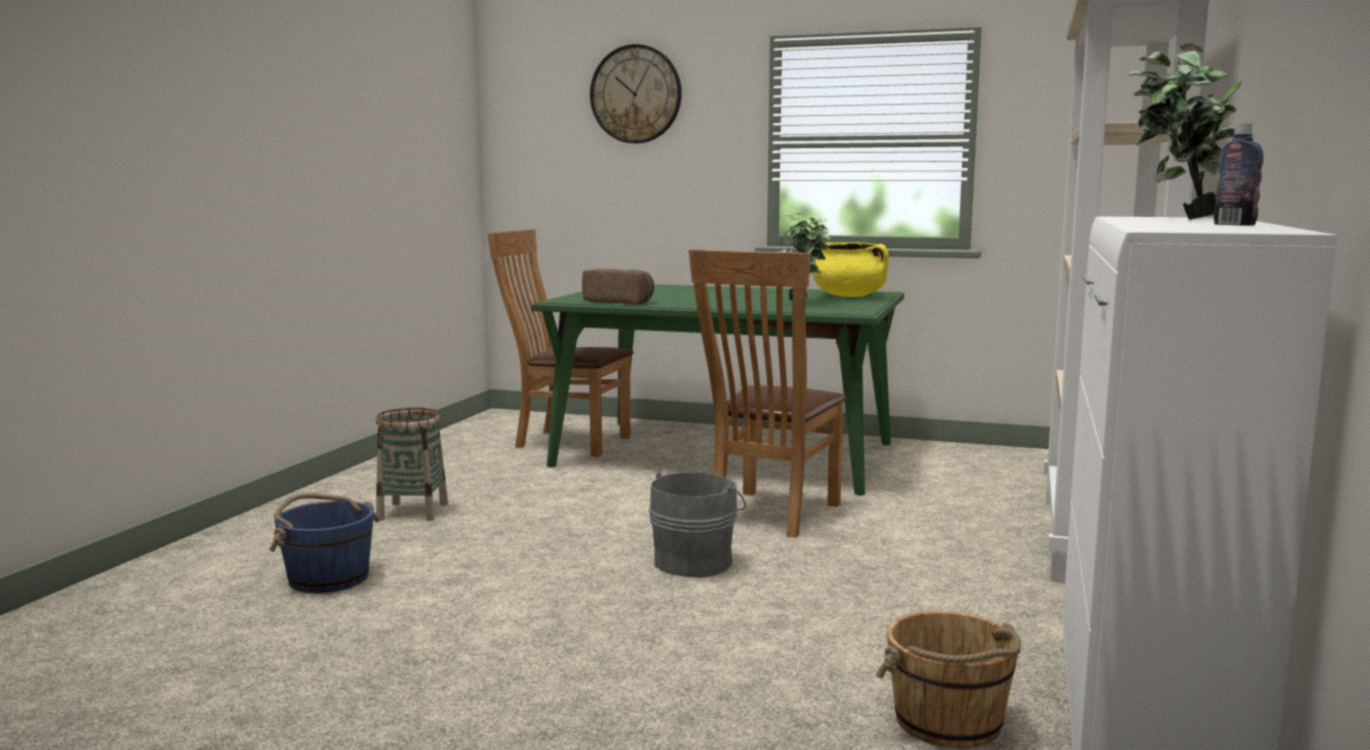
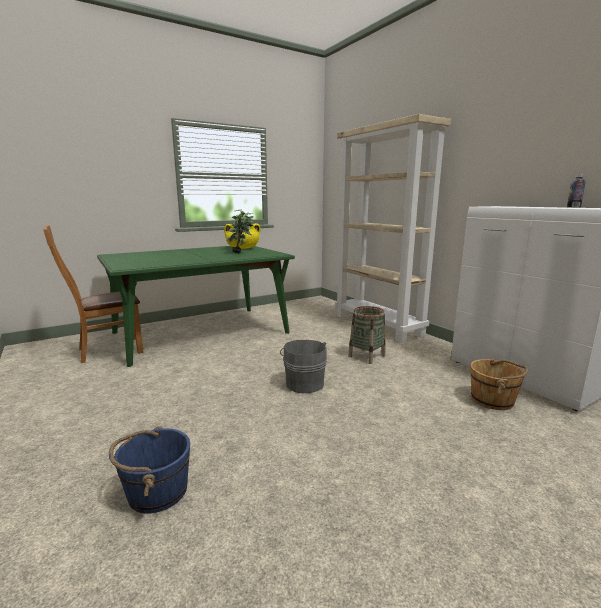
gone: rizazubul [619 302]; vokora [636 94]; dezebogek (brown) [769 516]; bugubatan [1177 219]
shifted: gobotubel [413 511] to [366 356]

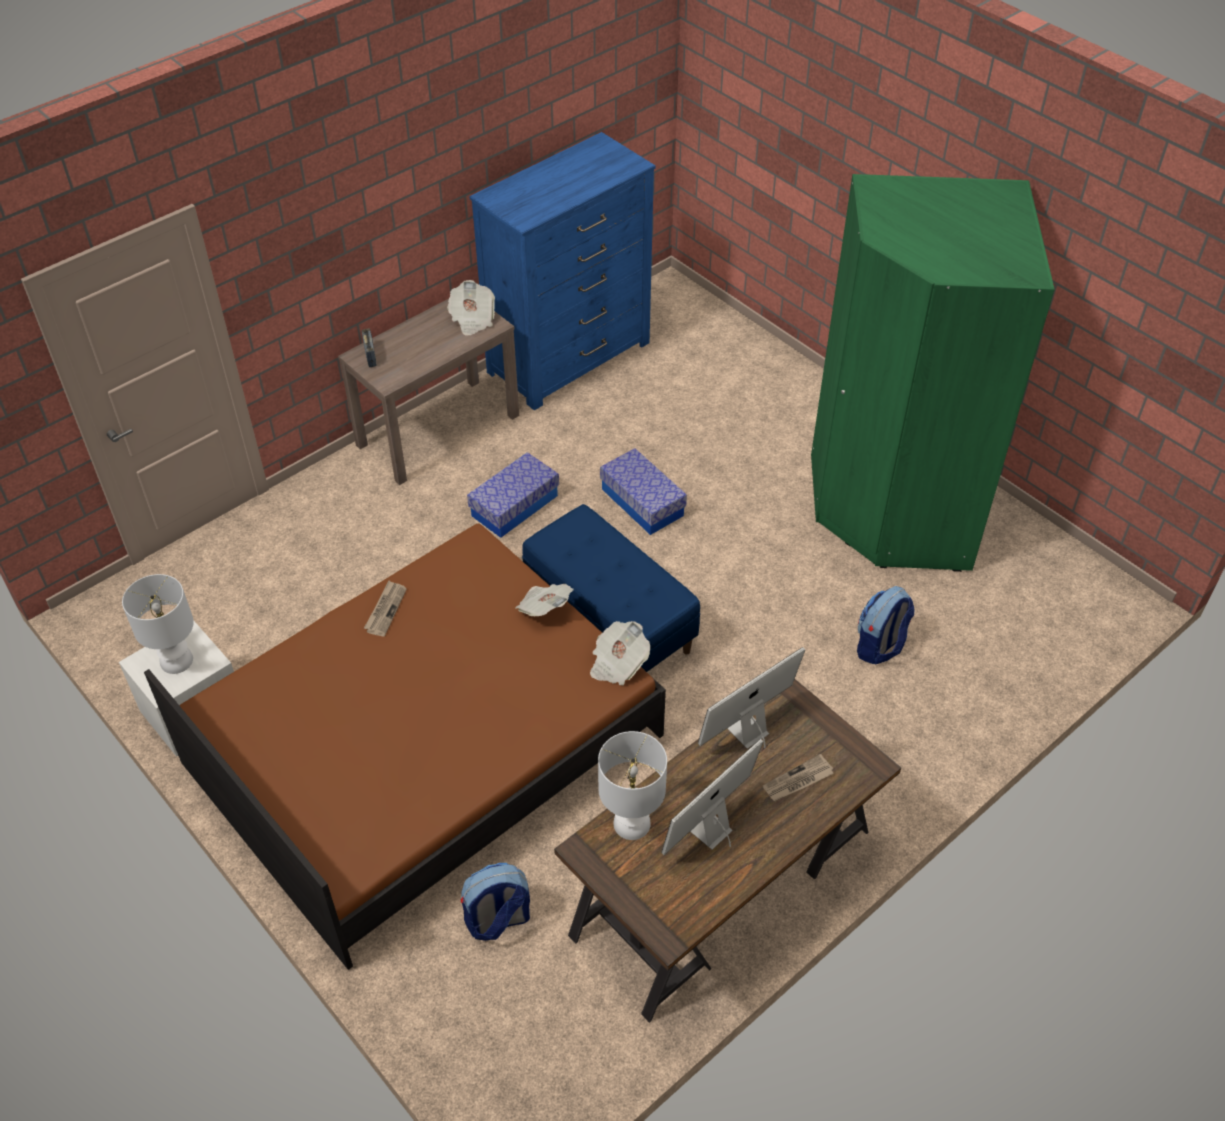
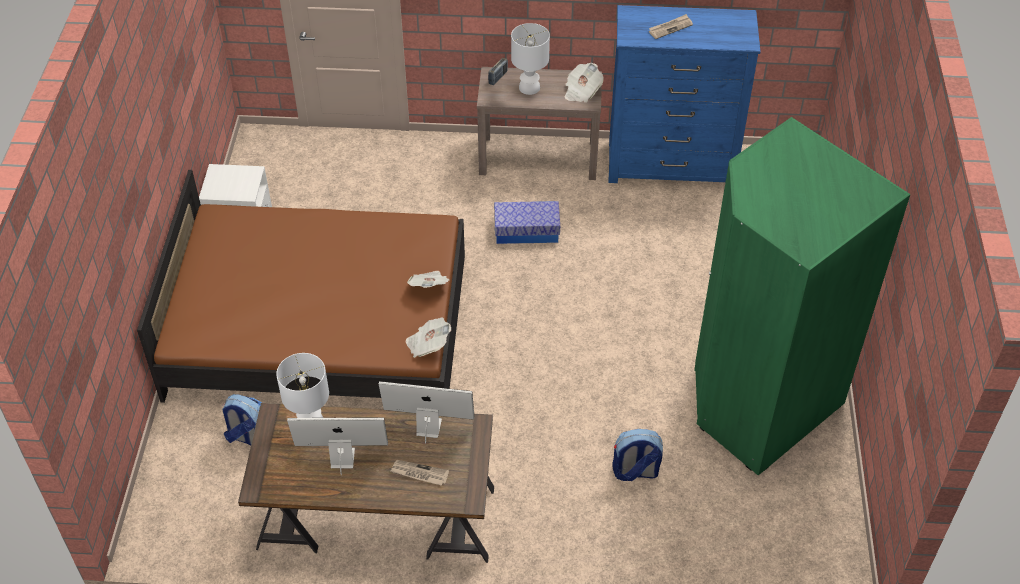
gone: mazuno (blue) [608 622]; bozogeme [642 502]
shifted: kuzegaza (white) [177 661] to [530 88]; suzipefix [385 609] to [670 28]

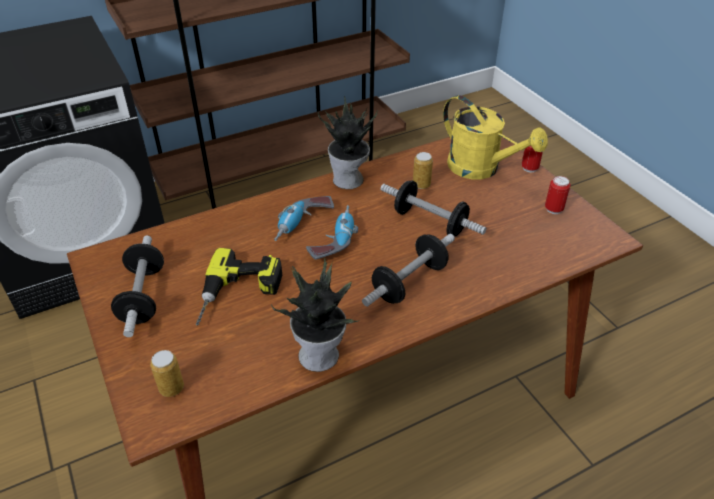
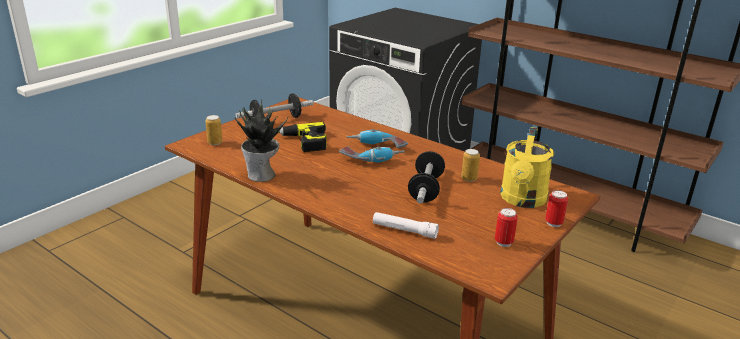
gone: bugubatan [349 180]; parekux [409 282]
new: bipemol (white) [404 230]

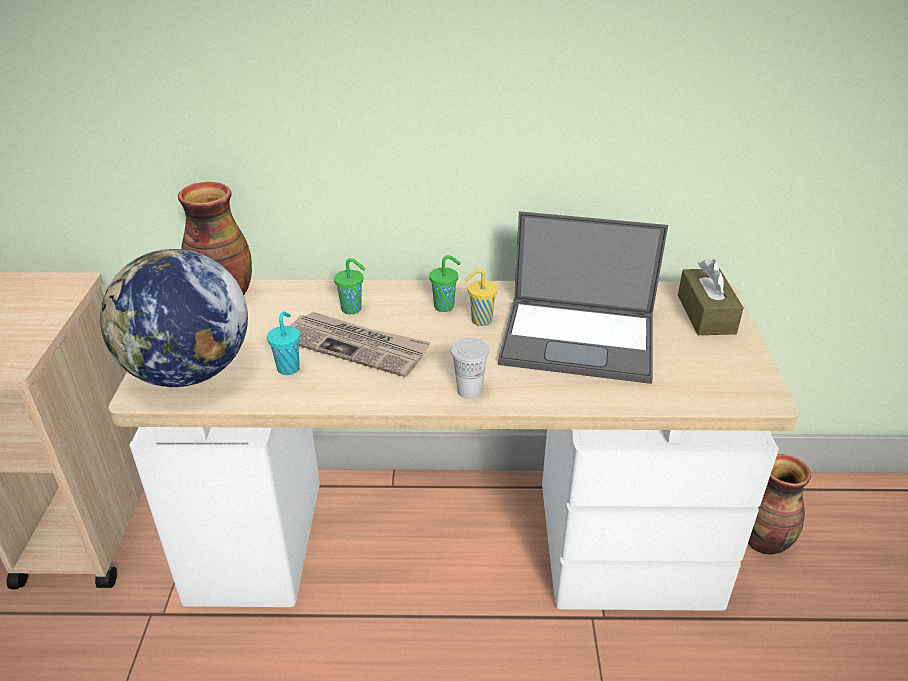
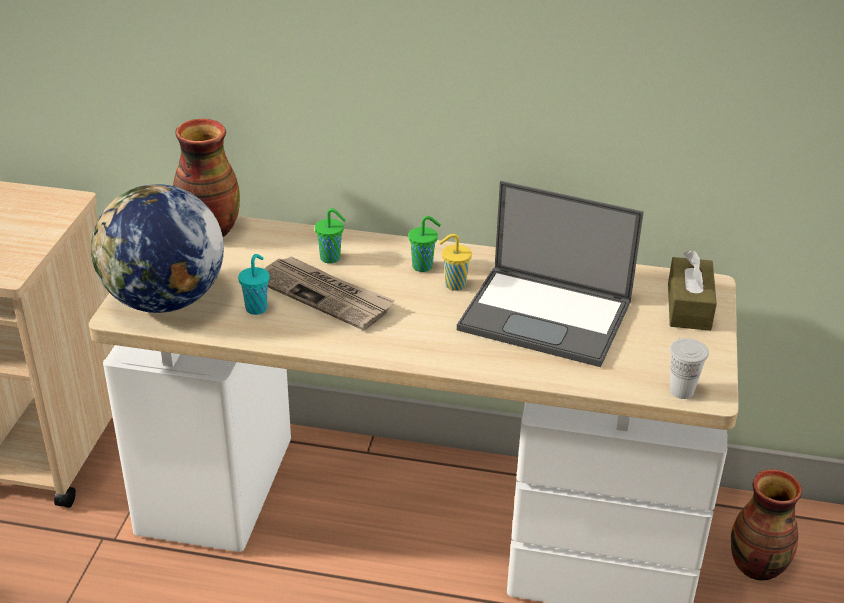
shifted: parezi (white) [469 391] to [681 391]

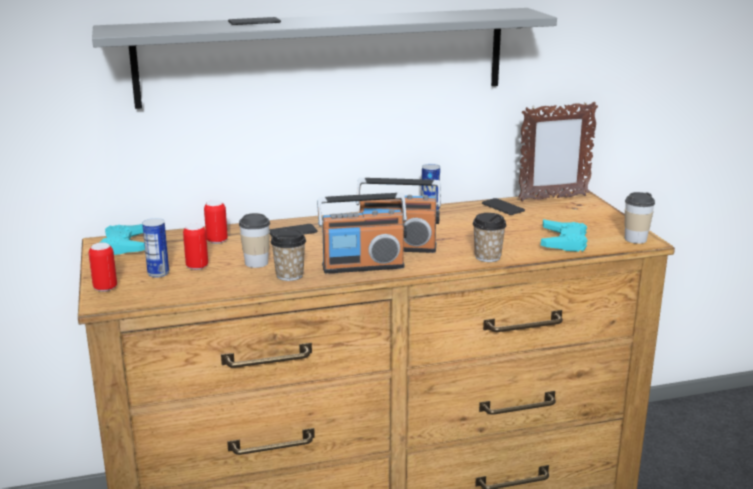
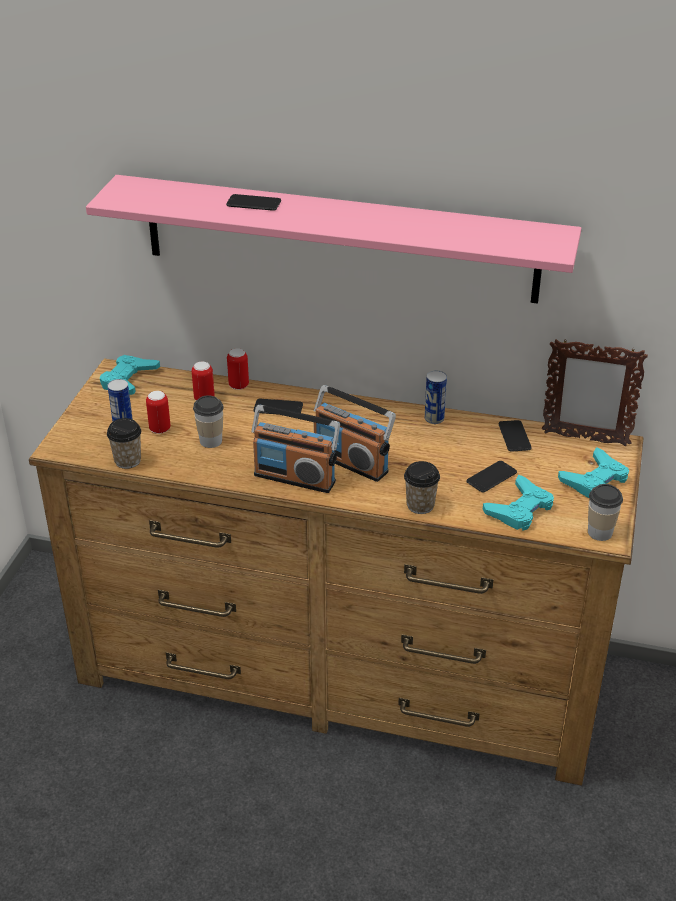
new: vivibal [491 477]; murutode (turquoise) [595 480]
shifted: parezi [289 275] to [127 461]; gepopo [105 288] to [238 385]
repainted: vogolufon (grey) [324 56] to vogolufon (pink) [339 239]

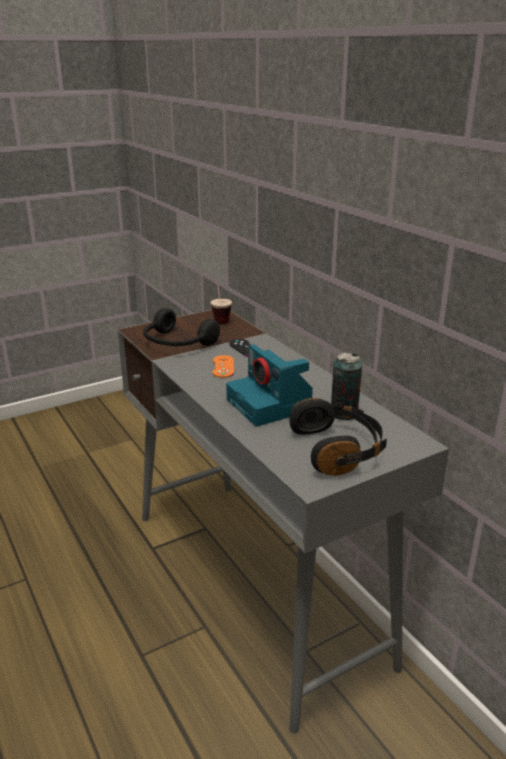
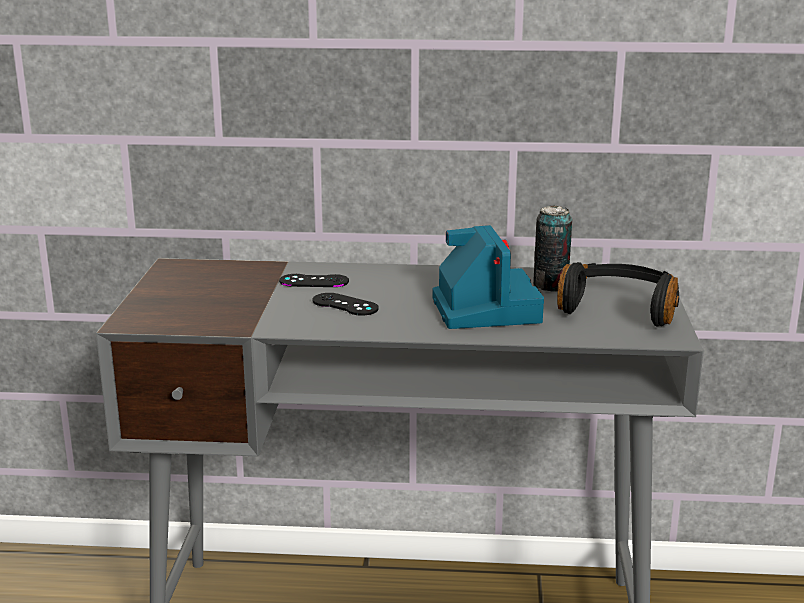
gone: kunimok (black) [176 343]; parezi [220 318]
repainted: murutode (orange) [223 366] to murutode (black) [345 305]
rotated: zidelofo [272 405] = [484 309] 105 degrees counterclockwise

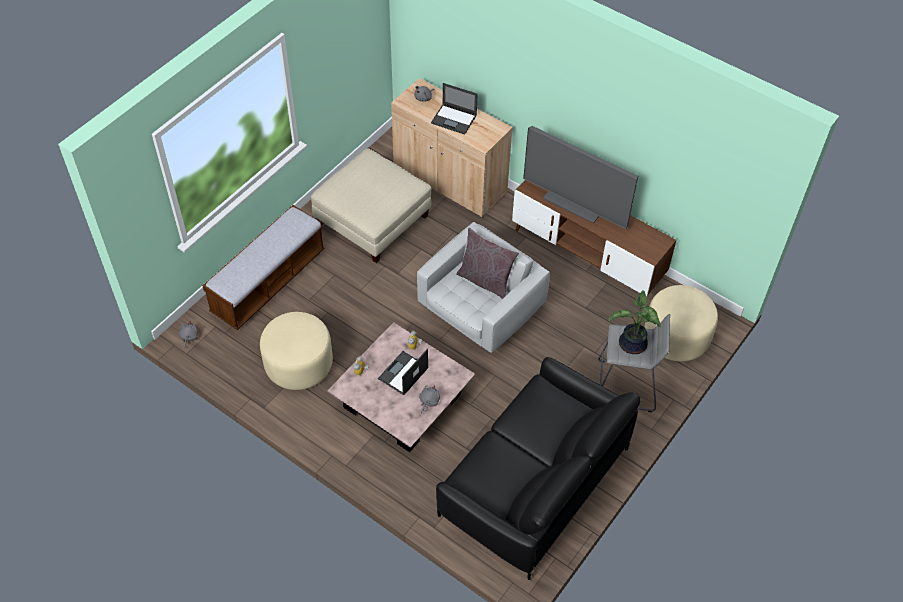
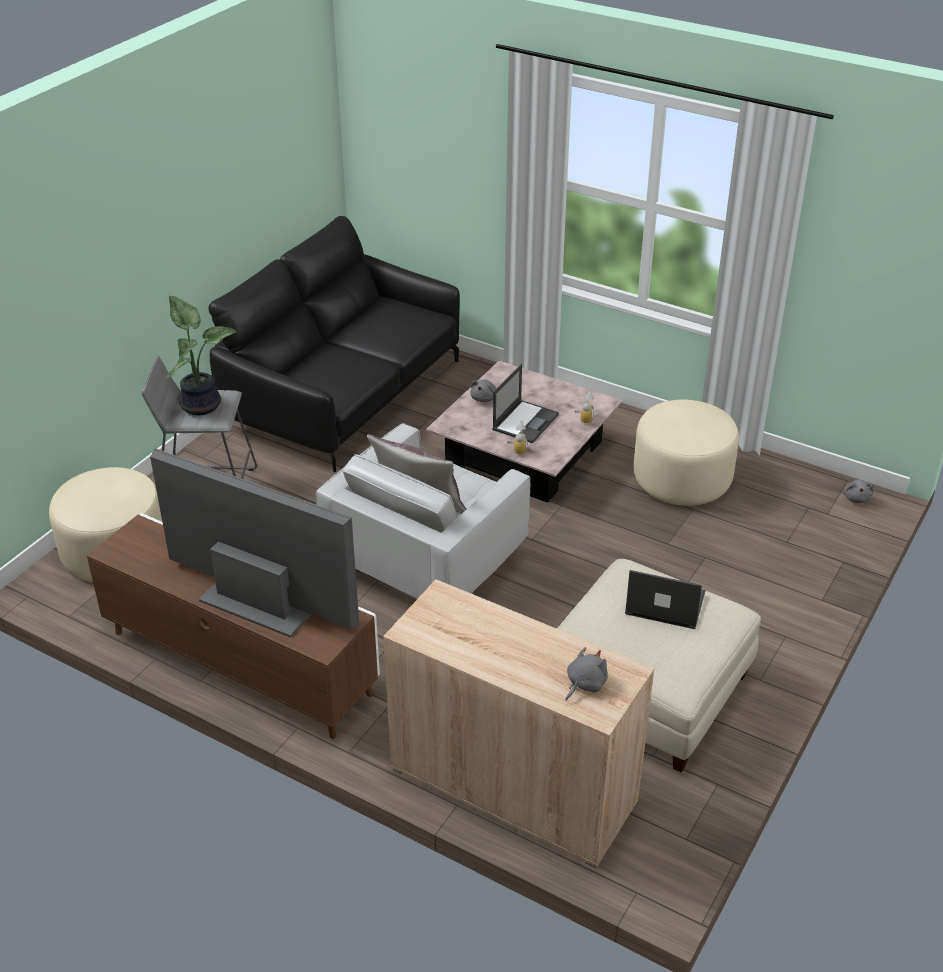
gone: mazuno [269 282]
shifted: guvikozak [454 119] to [664 603]

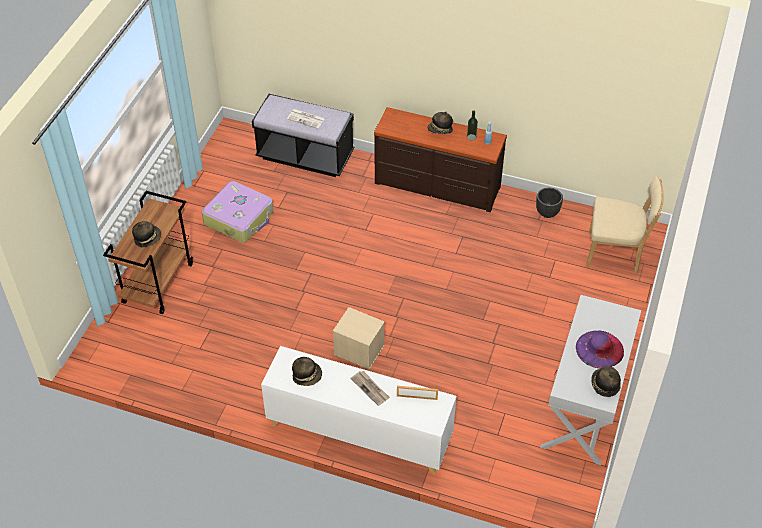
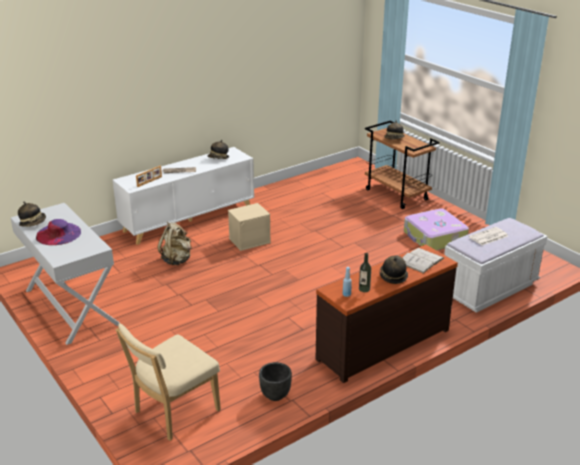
new: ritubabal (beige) [177 260]; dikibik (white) [421 260]
repainted: mazuno (black) [305 156] to mazuno (white) [489 289]

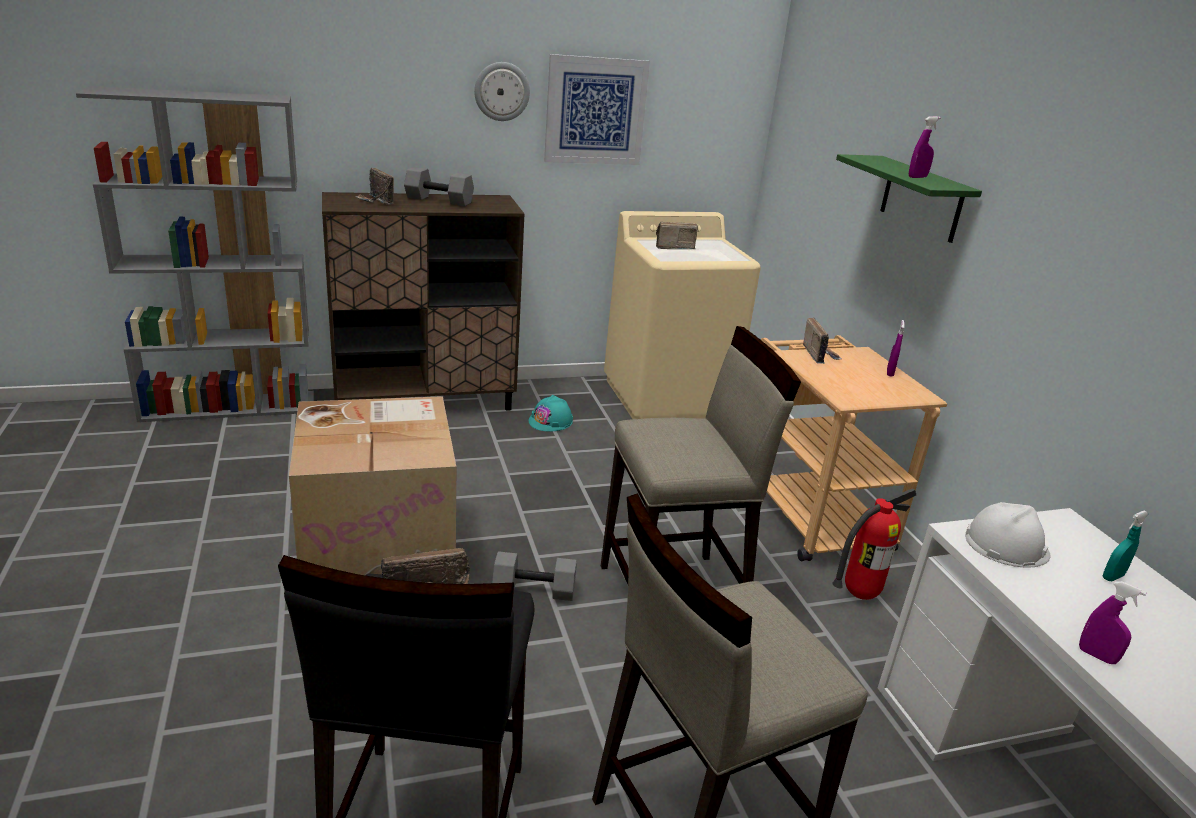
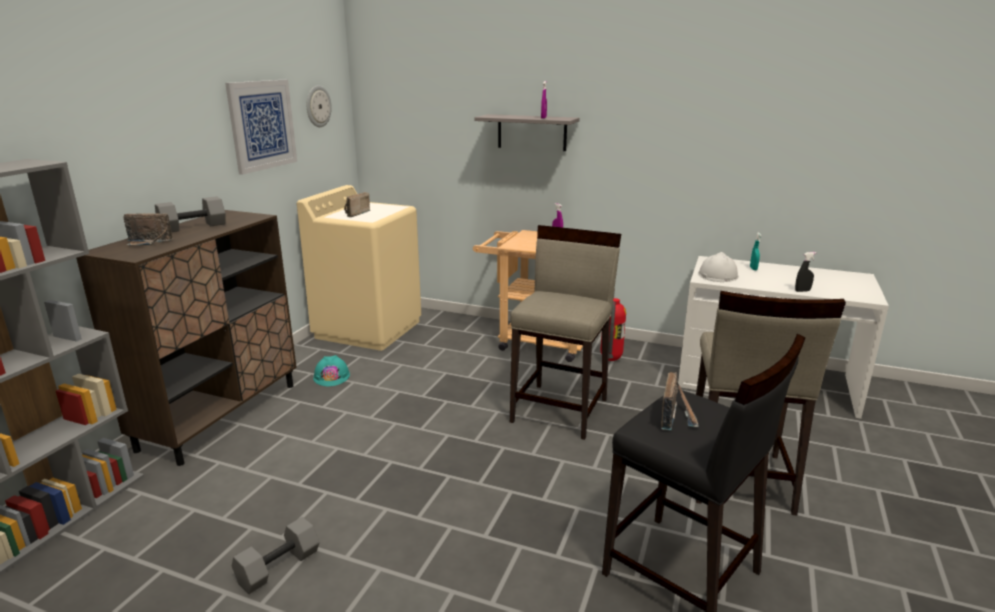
gone: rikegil [380 552]; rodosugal [819 354]
shifted: parekux (grey) [533 591] to [278 568]; vokora [501 91] to [318 106]
repainted: vogolufon (green) [921 199] to vogolufon (grey) [532 132]; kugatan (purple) [1096 656] to kugatan (black) [802 291]

